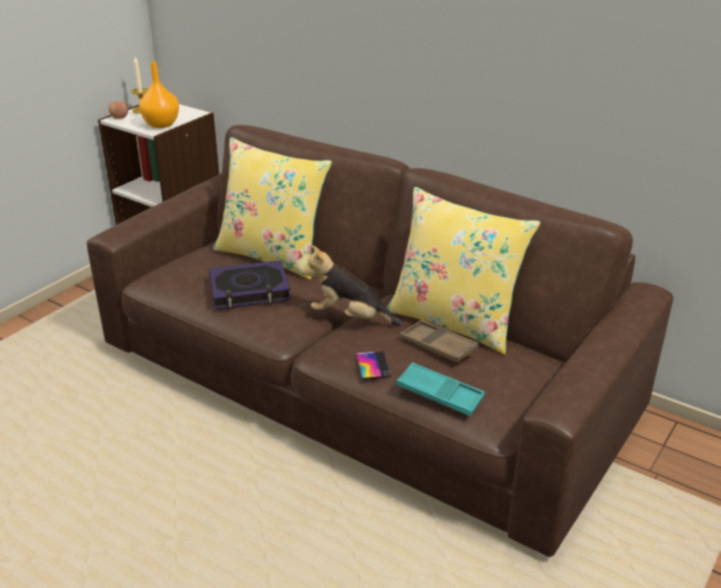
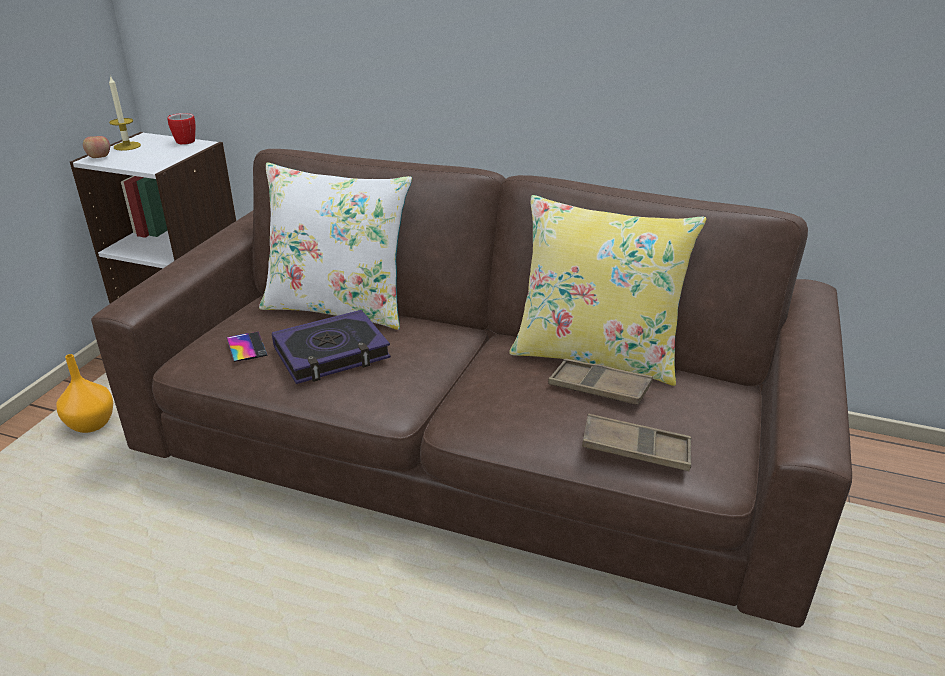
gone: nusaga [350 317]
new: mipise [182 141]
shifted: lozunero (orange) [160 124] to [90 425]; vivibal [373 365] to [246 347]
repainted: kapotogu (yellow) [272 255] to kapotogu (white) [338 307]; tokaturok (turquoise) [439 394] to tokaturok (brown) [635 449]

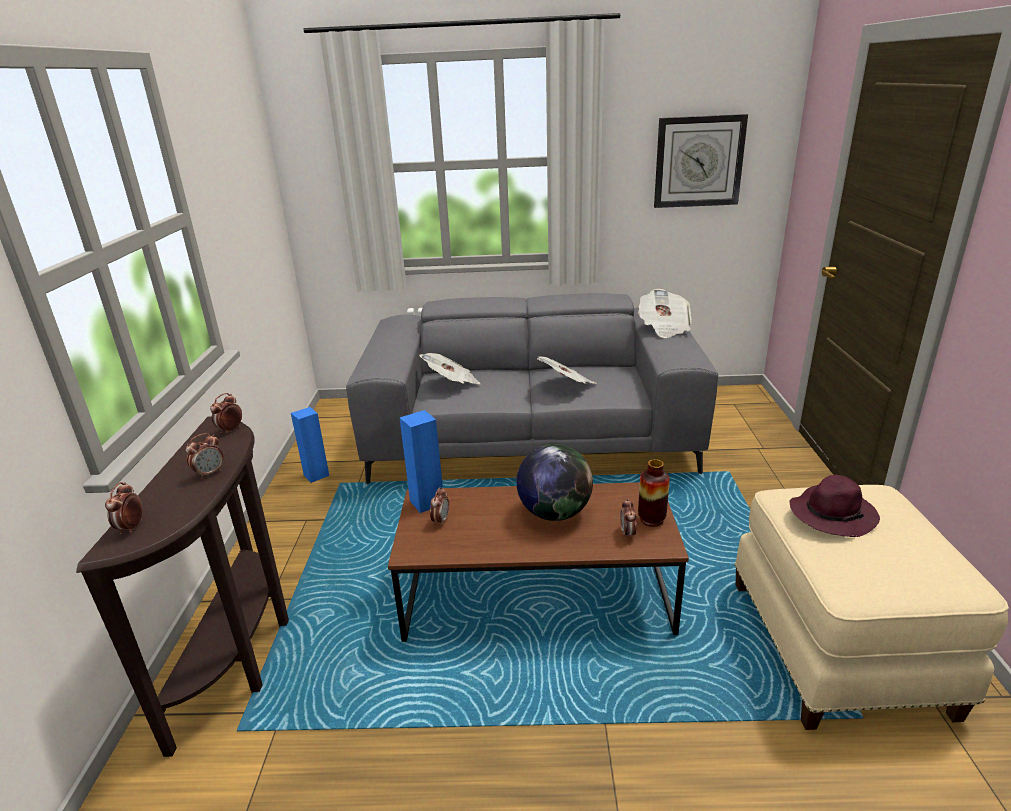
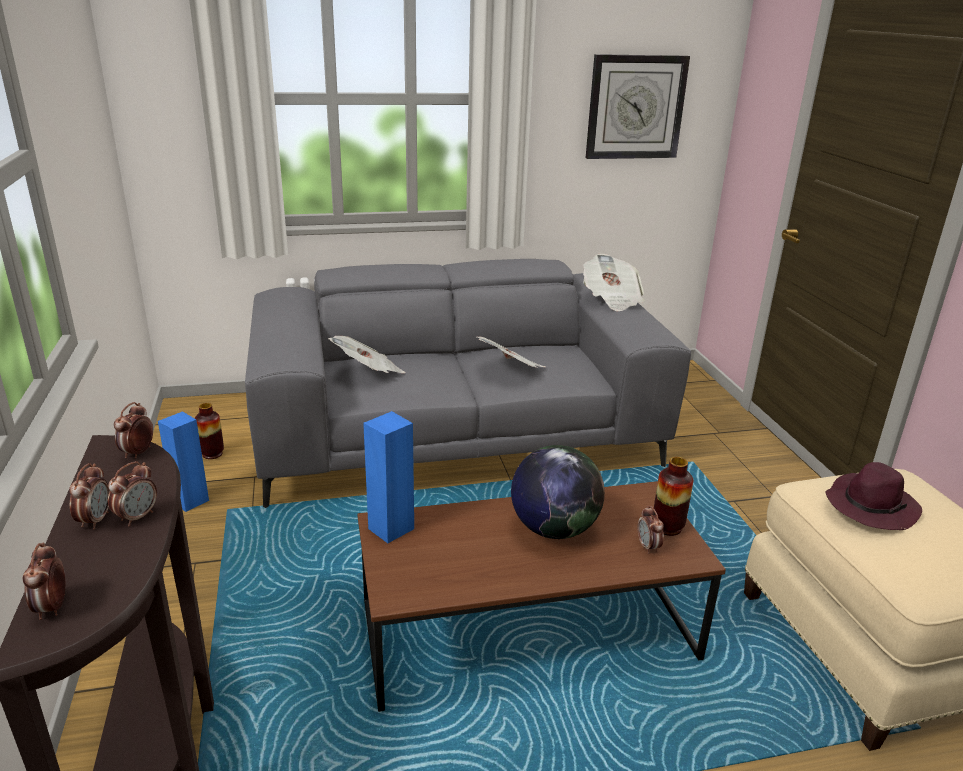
new: lozunero [212 454]
shifted: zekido [440 520] to [95 520]

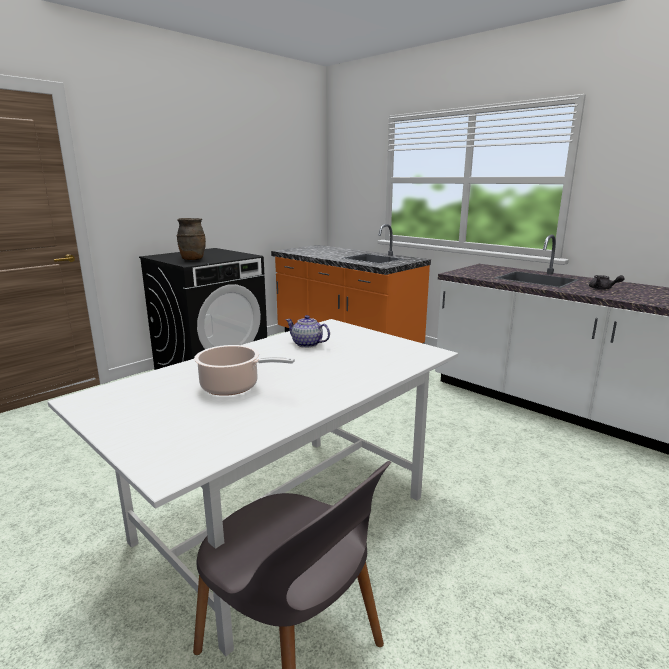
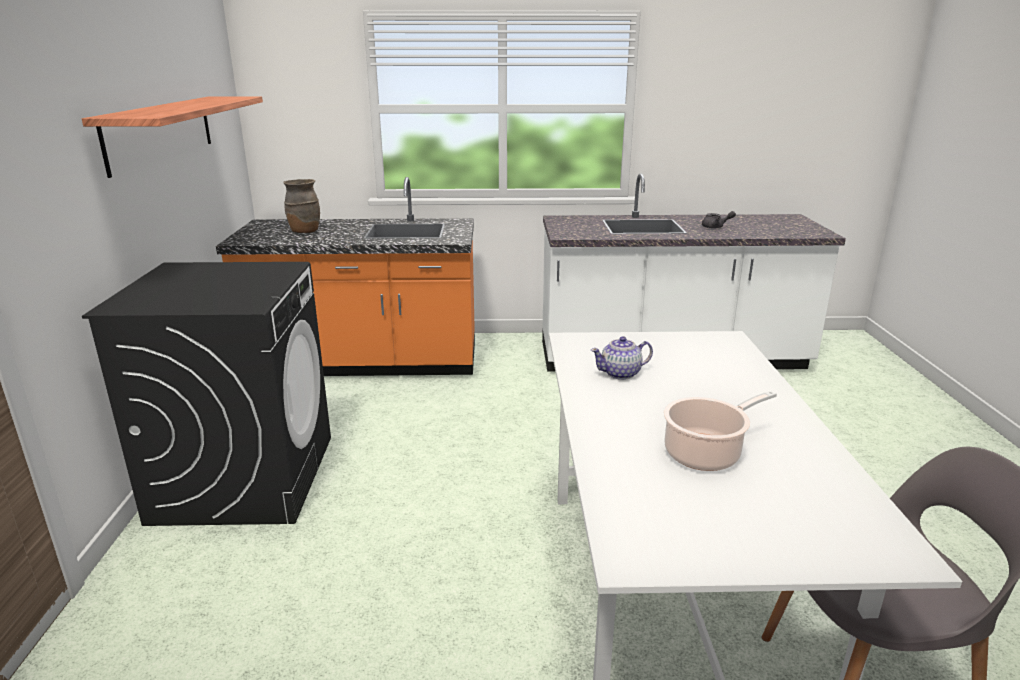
new: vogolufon [161 132]
shifted: lozunero (brown) [193 259] to [304 232]

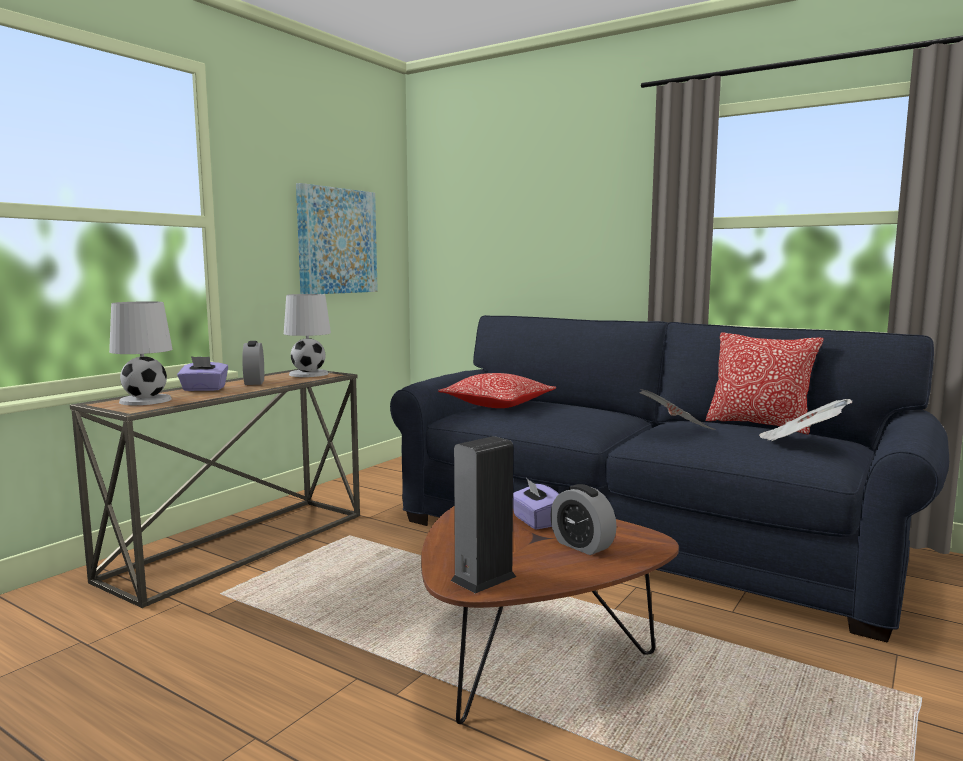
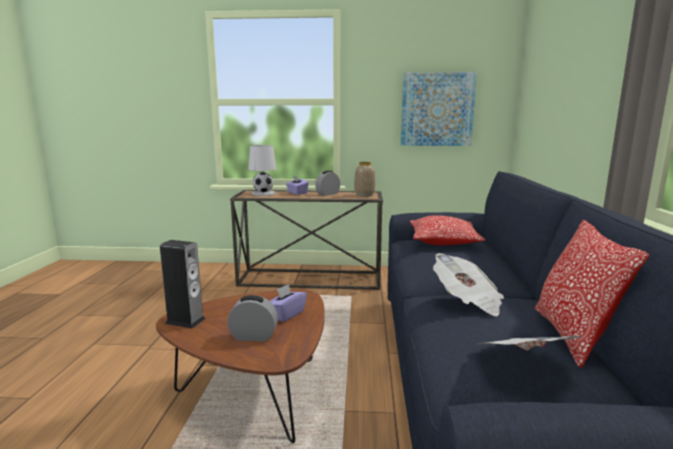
swapped: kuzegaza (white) [309 374] to lozunero [364 195]
rotated: zekido [582 546] = [253 336] 75 degrees clockwise

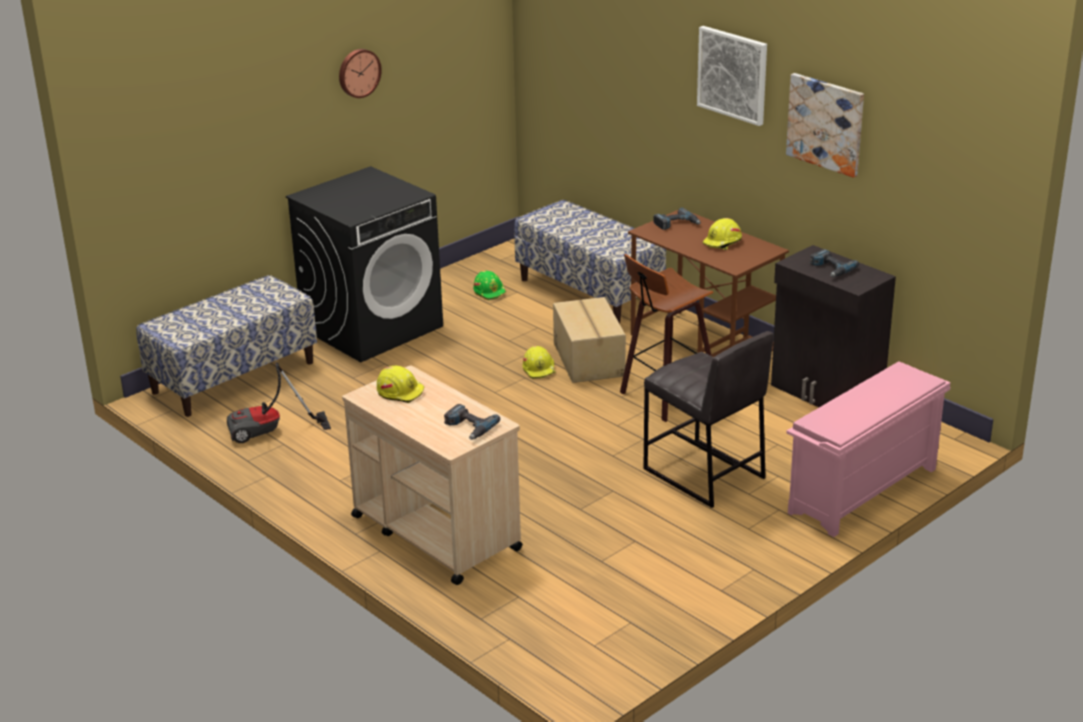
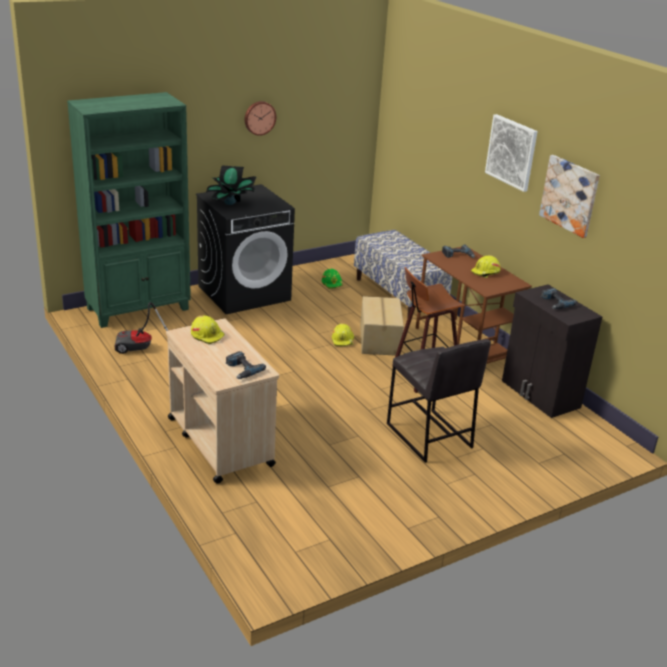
gone: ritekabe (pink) [862 492]
new: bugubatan [230 203]
swapped: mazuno [233 377] to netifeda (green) [139 309]

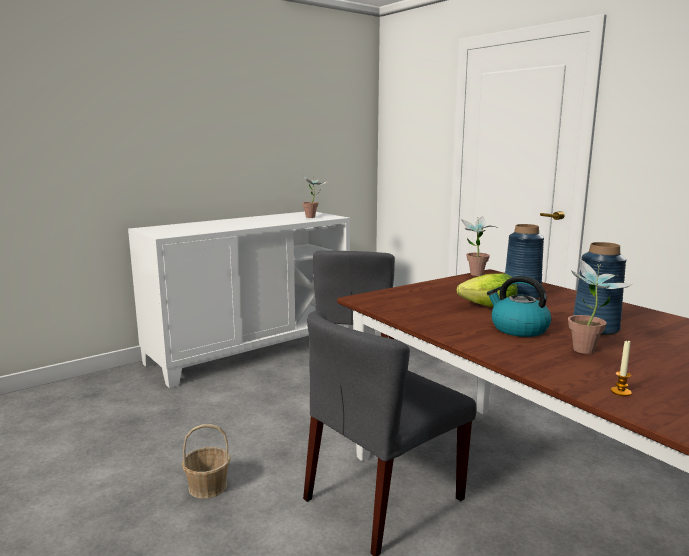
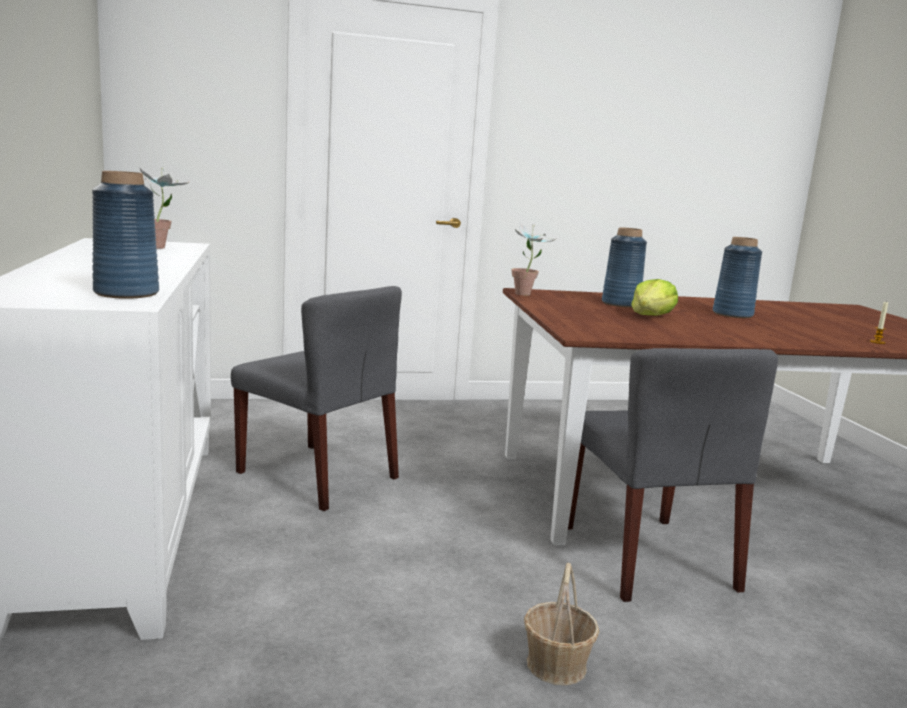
gone: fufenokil [518 329]; bugubatan [588 353]
new: lozunero (blue) [126 293]

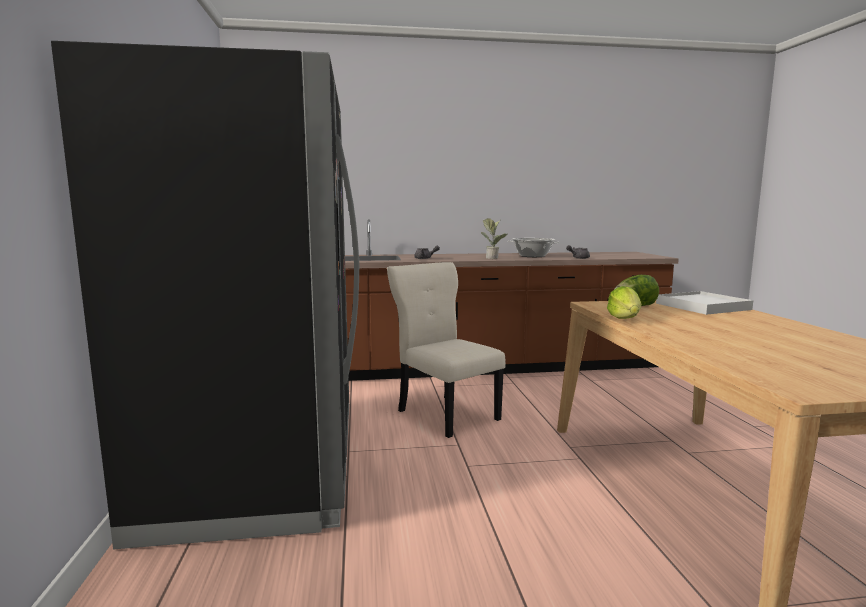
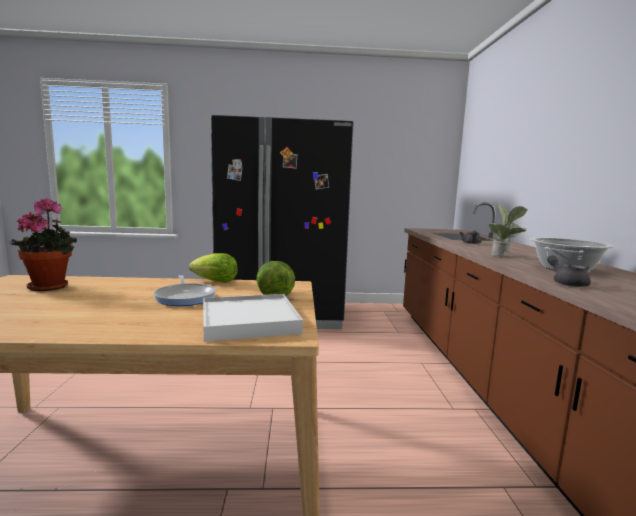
gone: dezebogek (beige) [445 414]
new: bugubatan [51 286]; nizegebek [185 297]

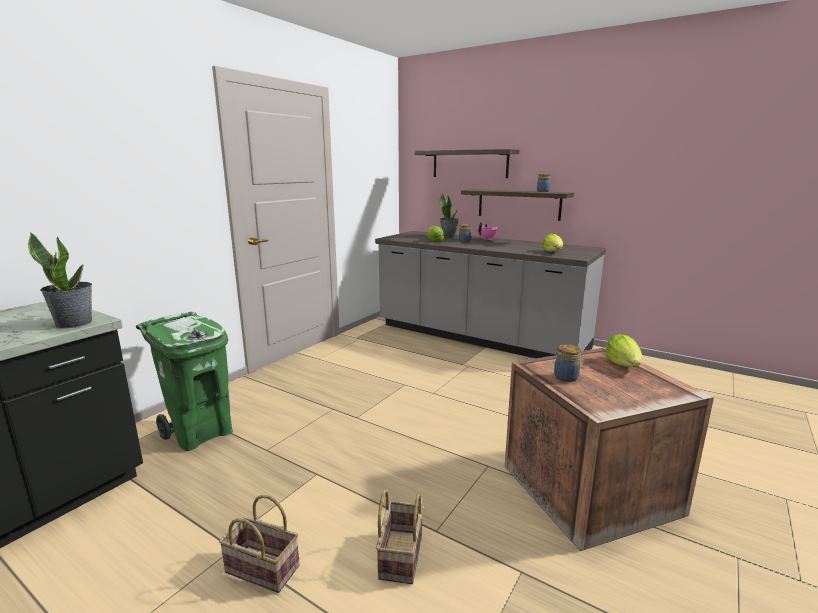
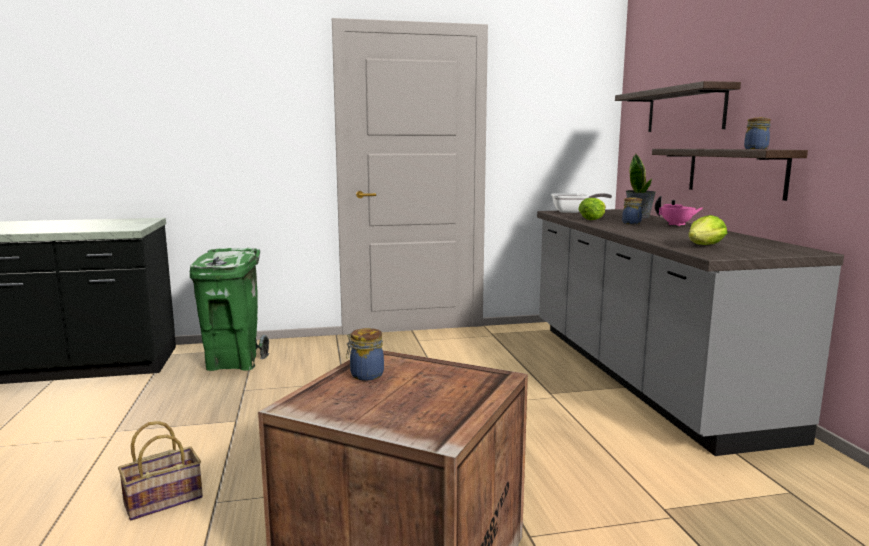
gone: bugubatan [74 323]; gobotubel [260 569]; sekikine [624 365]
new: nizegebek [573 212]

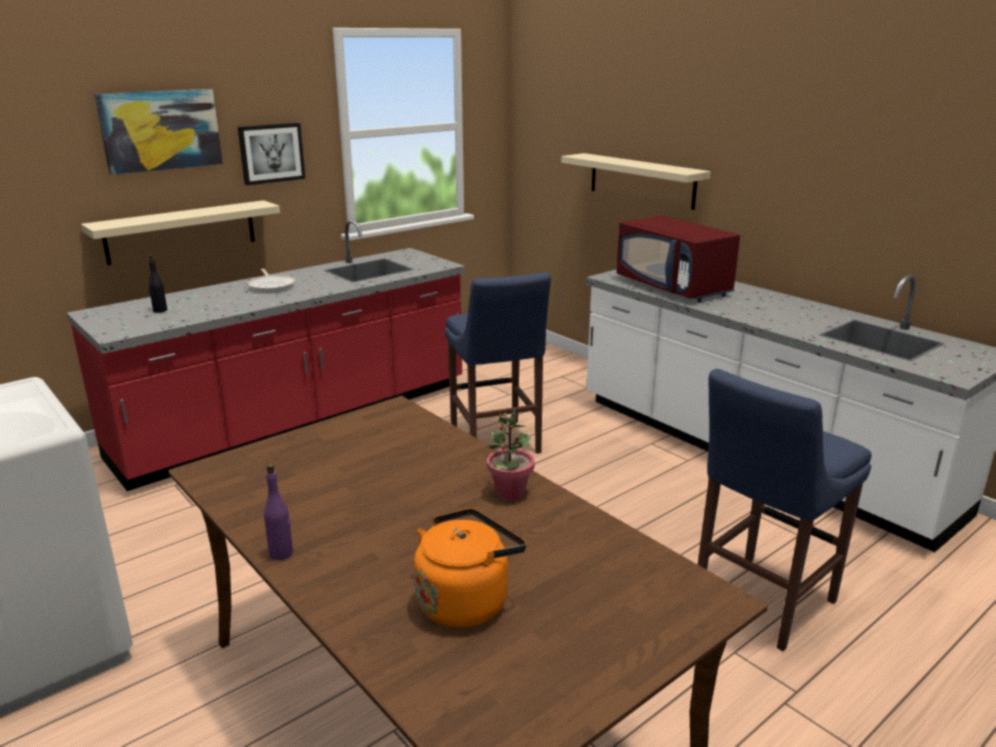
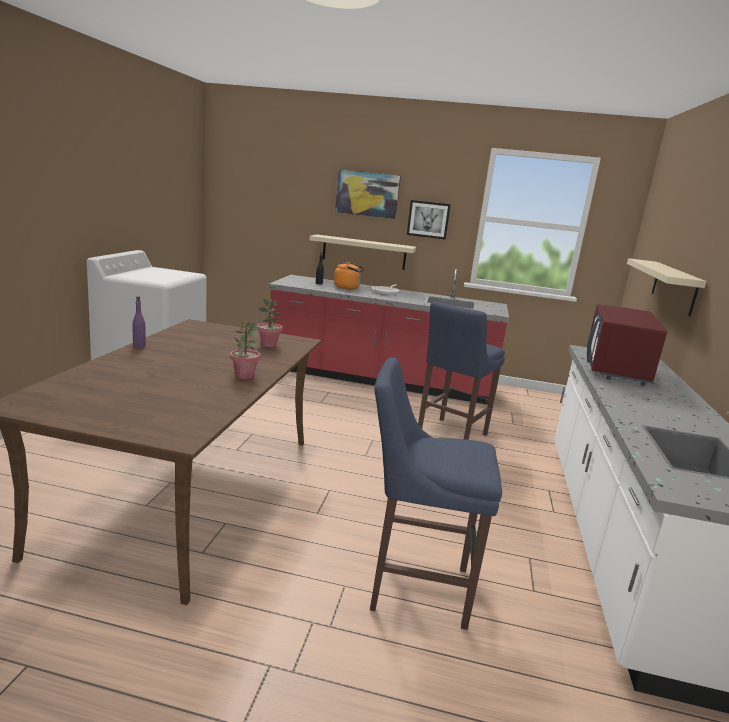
new: bugubatan [269 345]
shifted: fufenokil (orange) [466 601] to [348 288]

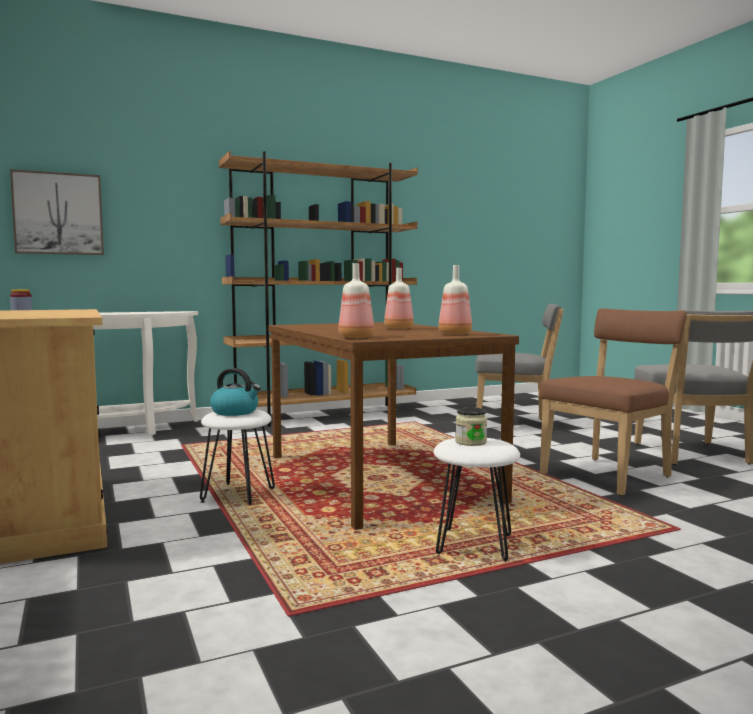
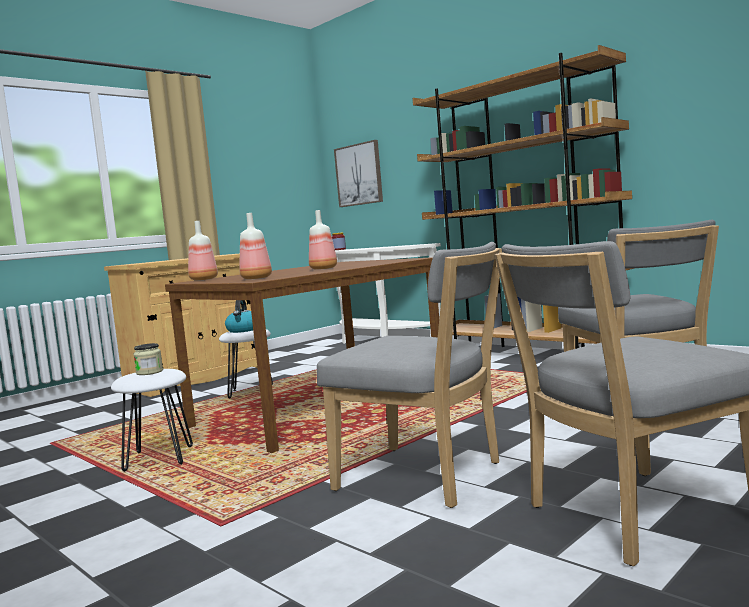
repainted: dezebogek (brown) [610 474] to dezebogek (grey) [426 477]

